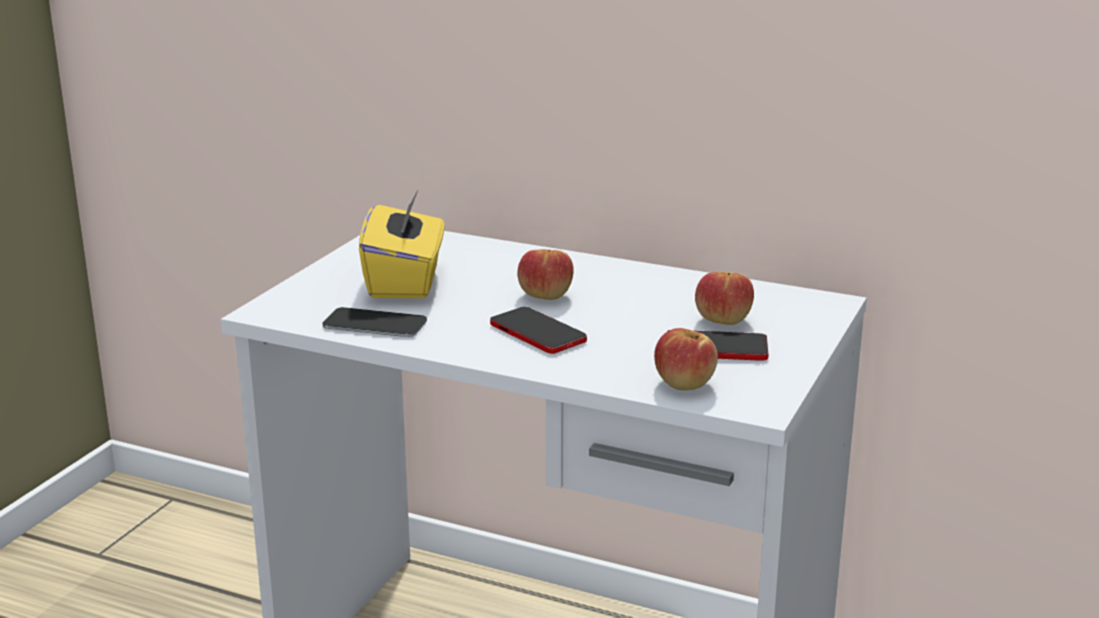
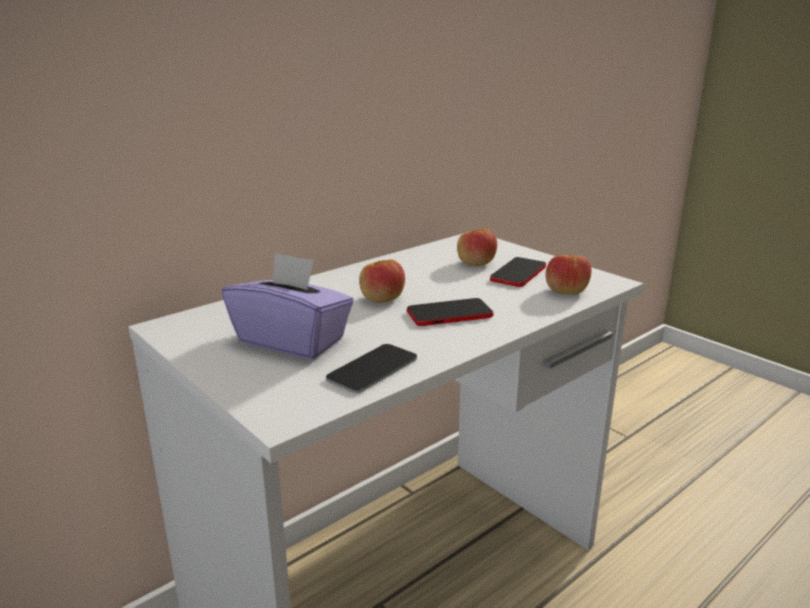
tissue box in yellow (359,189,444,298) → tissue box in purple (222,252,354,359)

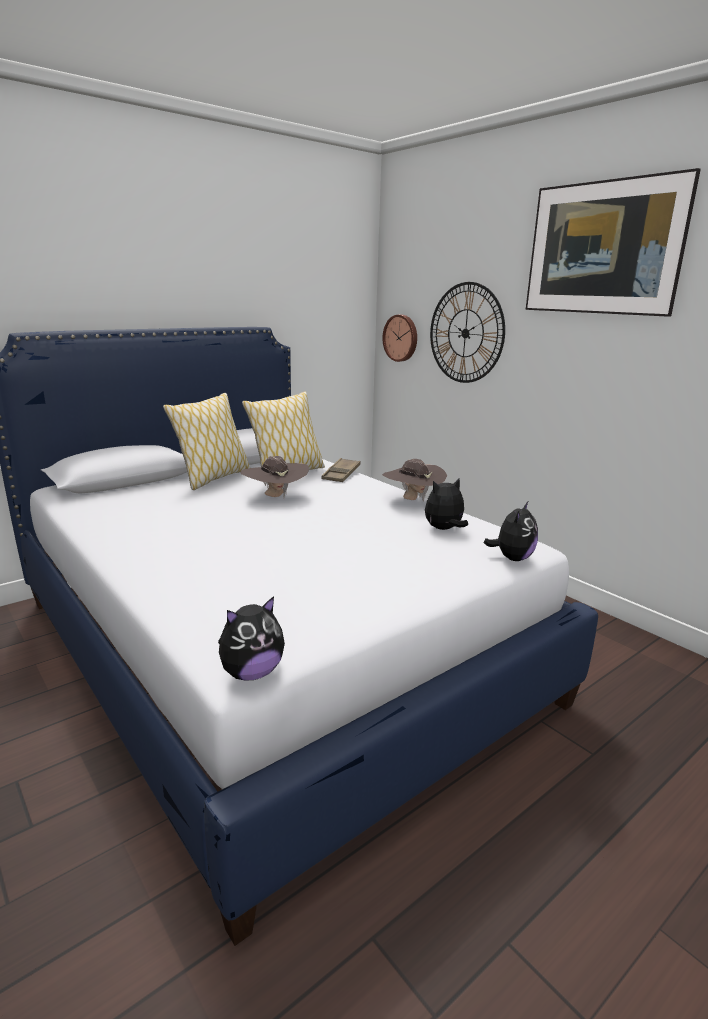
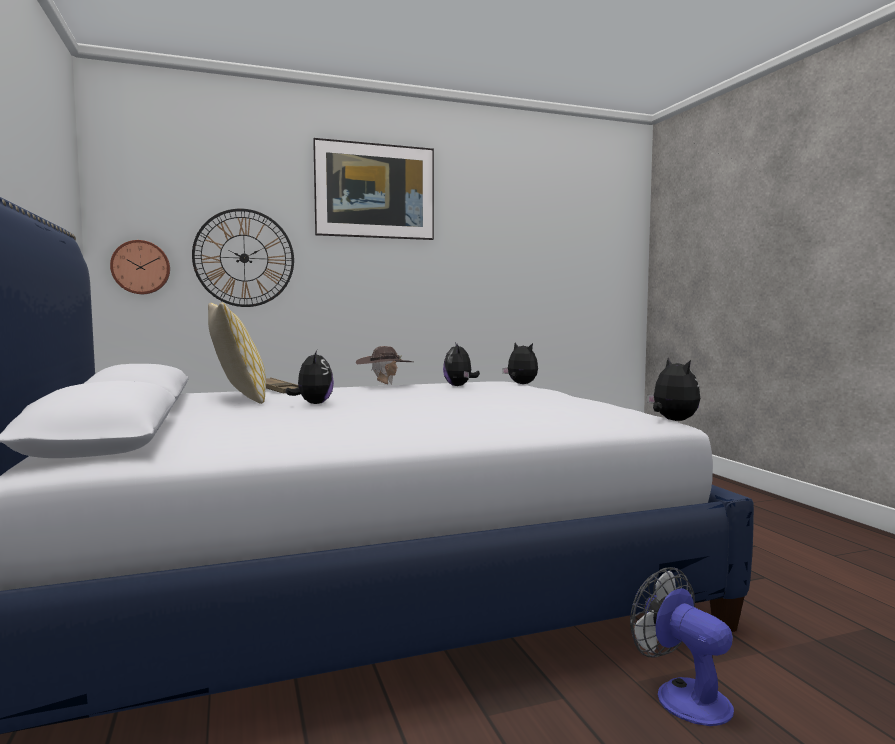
pillow (163,393,250,490) → -
hat in brown (240,456,309,499) → plush toy (286,350,334,404)
- → fan (630,567,734,726)

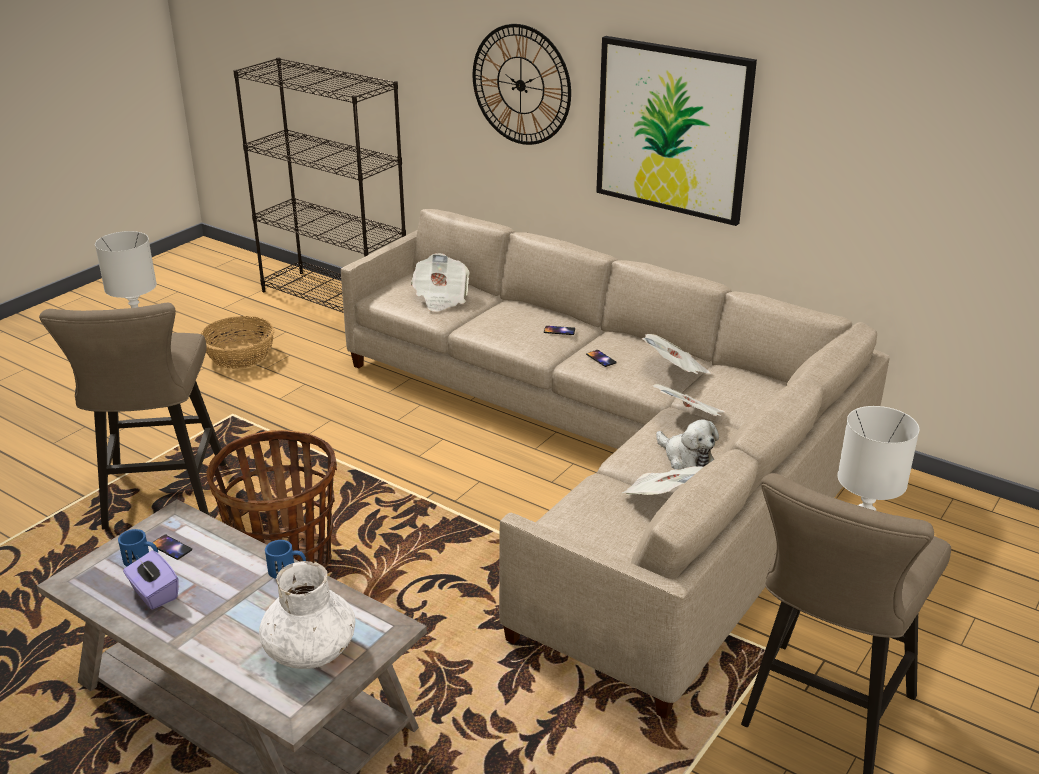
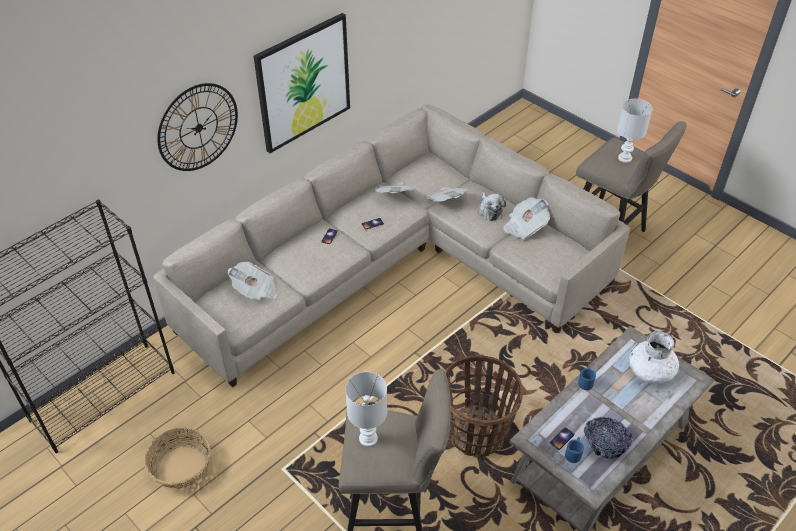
plush toy (656,420,719,469) → plush toy (479,192,506,221), 105 degrees clockwise
tissue box in purple (123,550,179,610) → bowl (584,417,633,459)

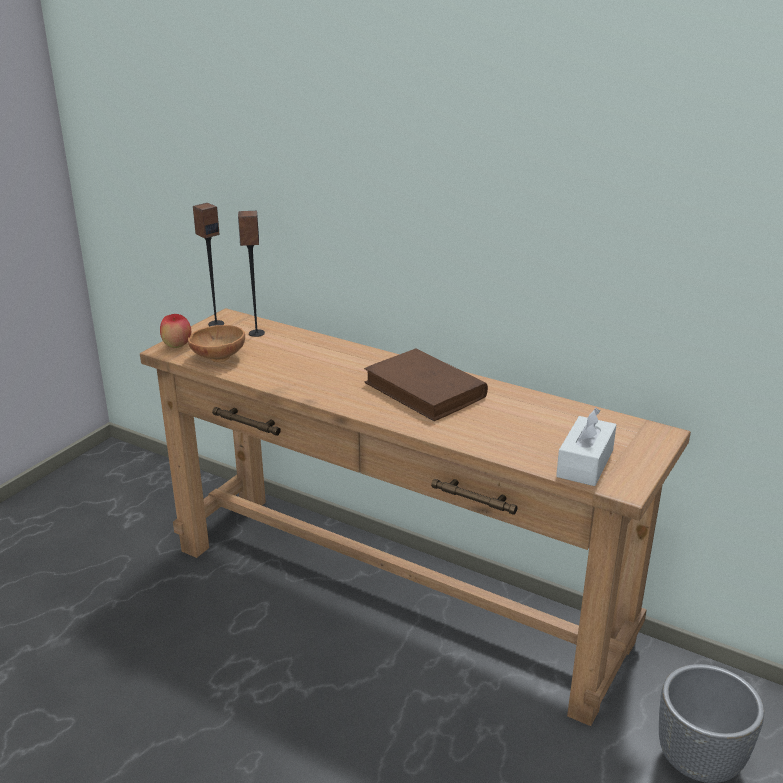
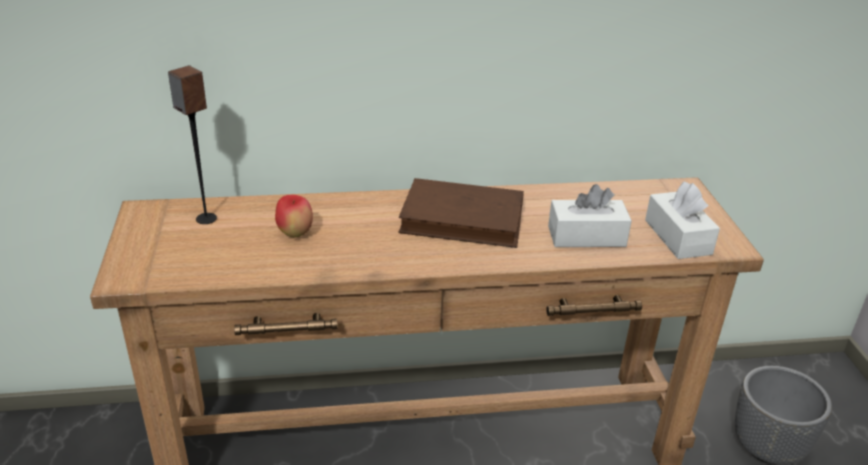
speaker (193,203,224,326) → -
apple (160,314,191,348) → apple (275,194,313,238), move
bowl in brown (188,325,245,362) → -
- → tissue box in white (548,184,632,247)

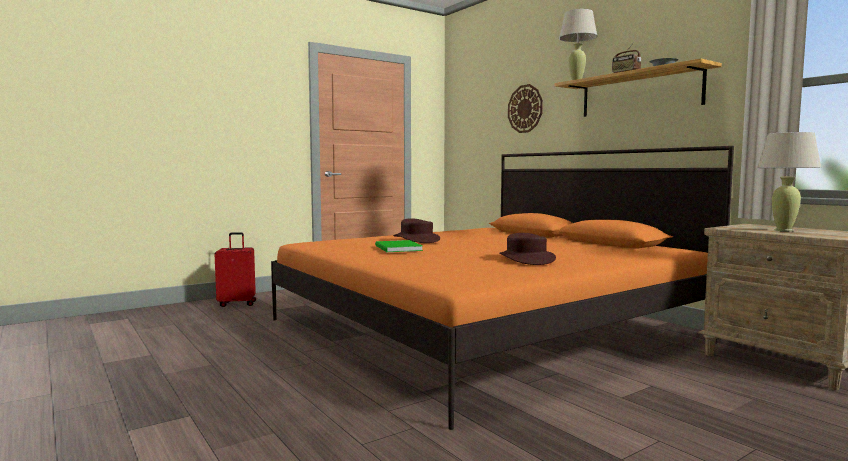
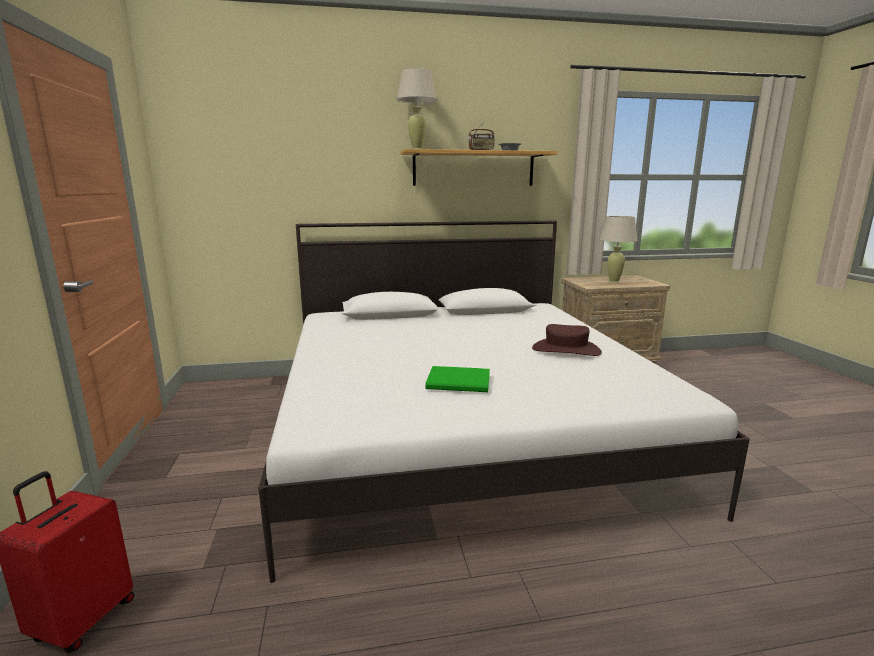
wall clock (508,84,543,133) → -
bed in orange (271,146,734,430) → bed in white (258,220,750,583)
hat in brown (393,218,440,243) → -

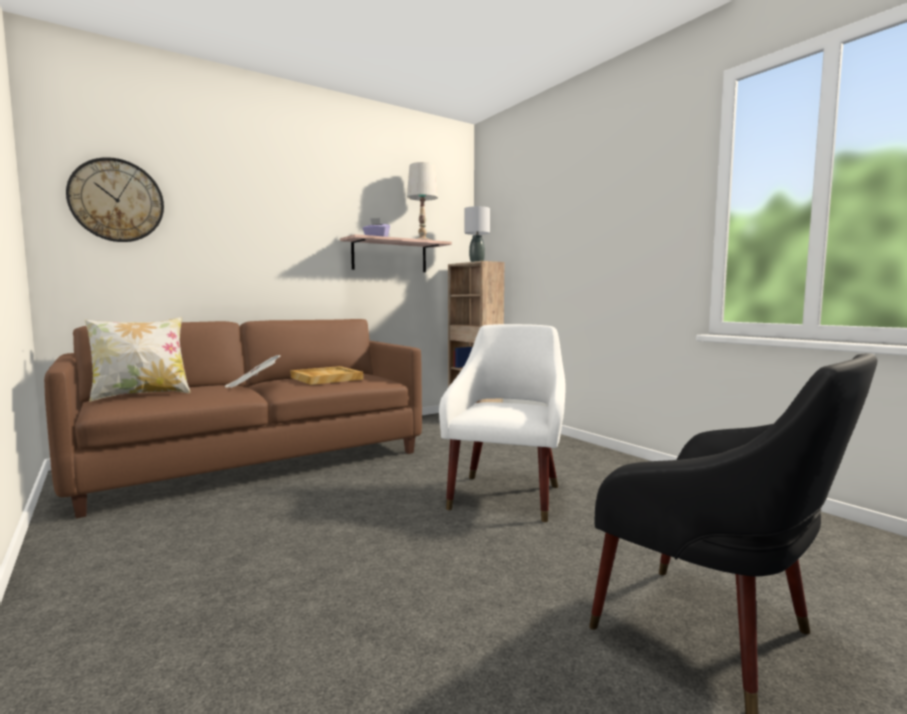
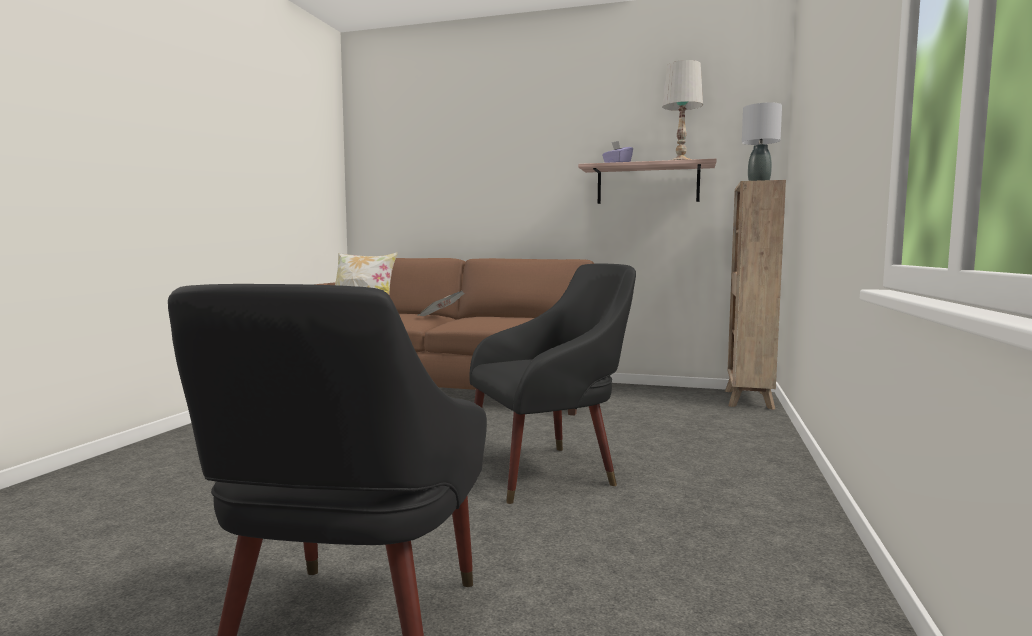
wall clock (66,157,164,242) → -
armchair in white (439,324,566,522) → armchair in black (470,264,636,504)
tray in beige (290,366,363,385) → -

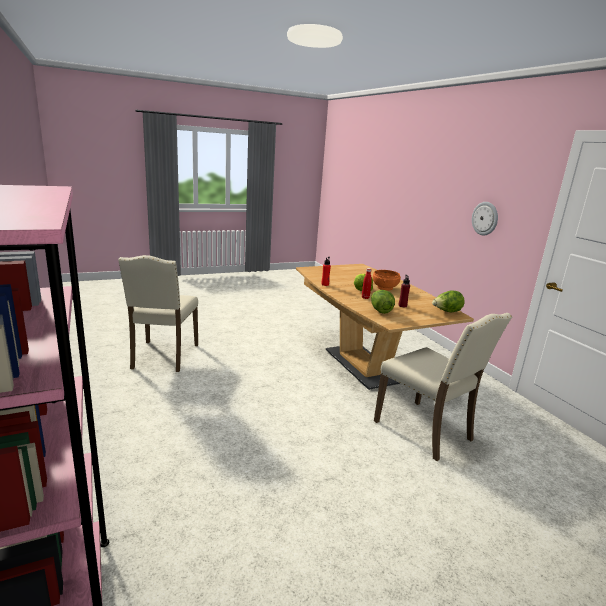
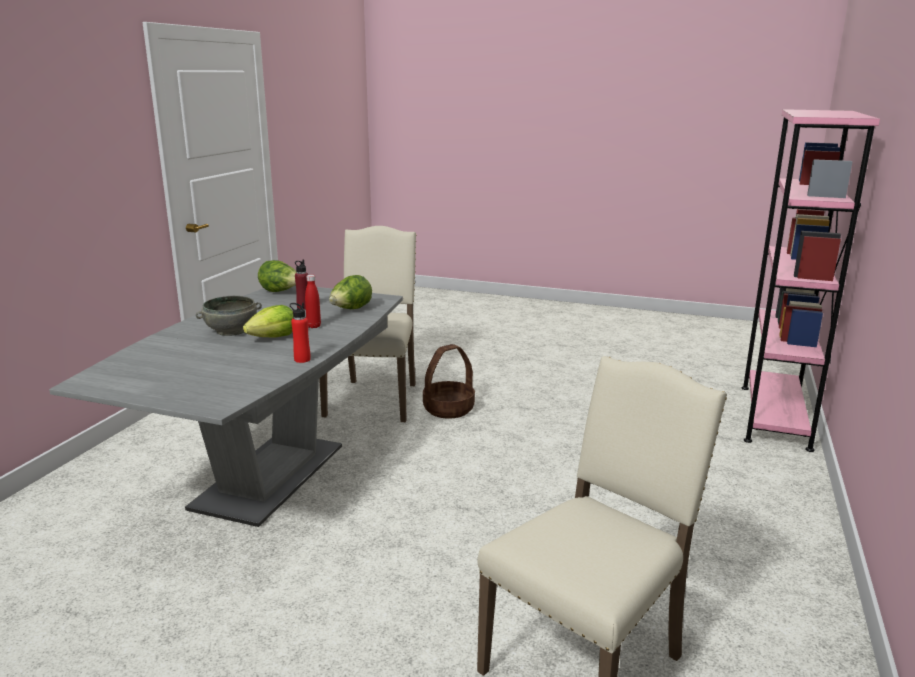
wall clock (472,202,498,235) → -
dining table in brown (296,264,474,390) → dining table in grey (49,285,403,527)
bowl in orange (373,270,401,290) → bowl in grey (196,296,262,336)
- → basket (423,344,475,419)

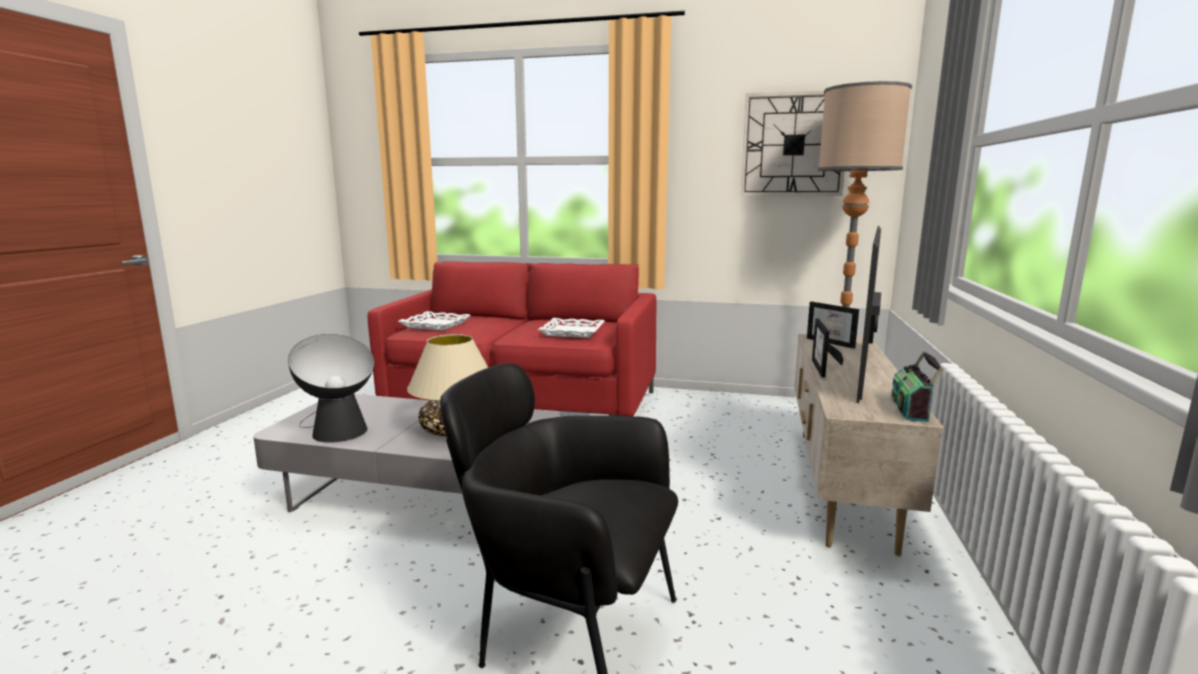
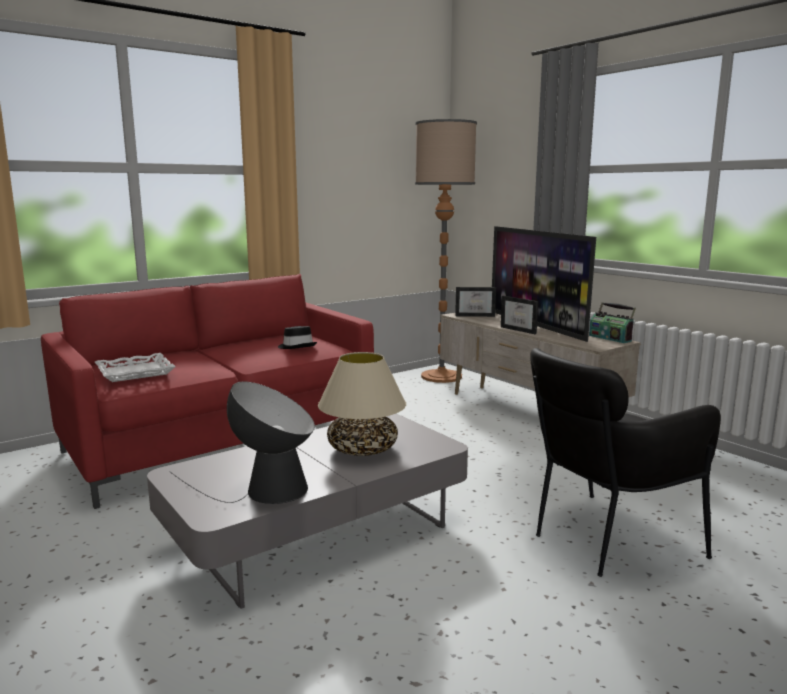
wall clock (740,91,845,196) → -
tray in white (538,318,605,338) → hat in black (278,326,317,349)

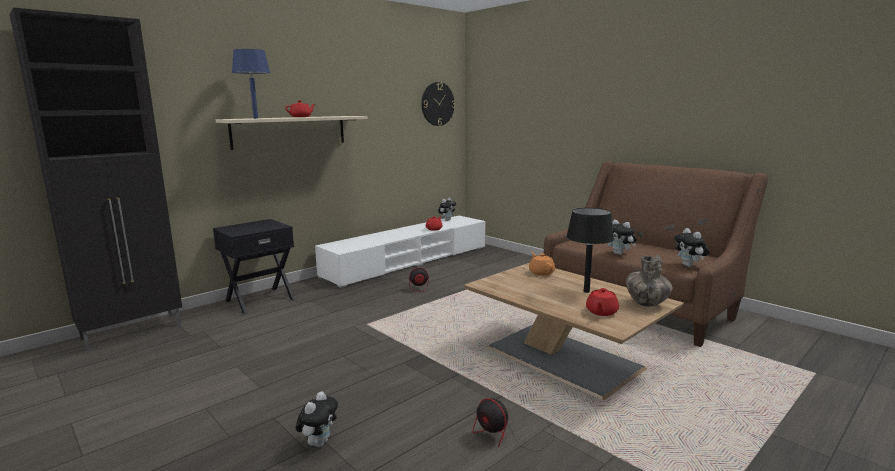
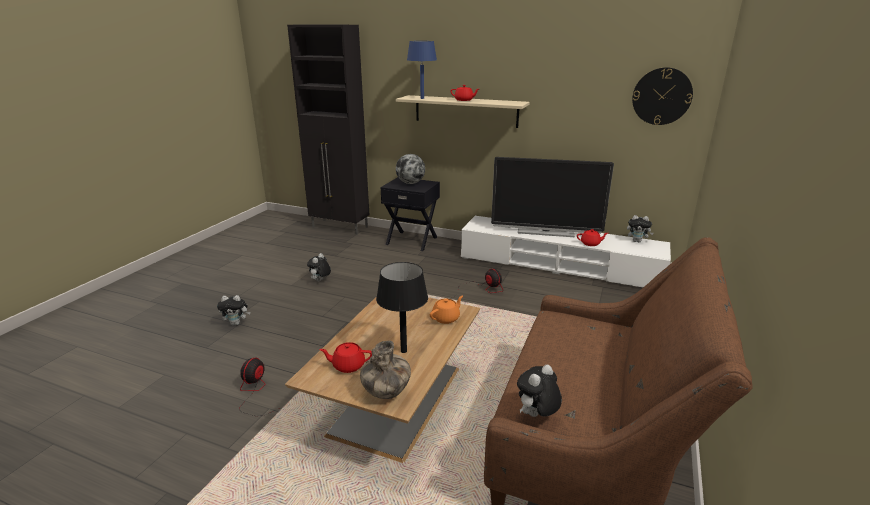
plush toy (608,220,637,255) → plush toy (307,253,331,282), move
- → globe (396,154,425,184)
- → television (491,157,614,237)

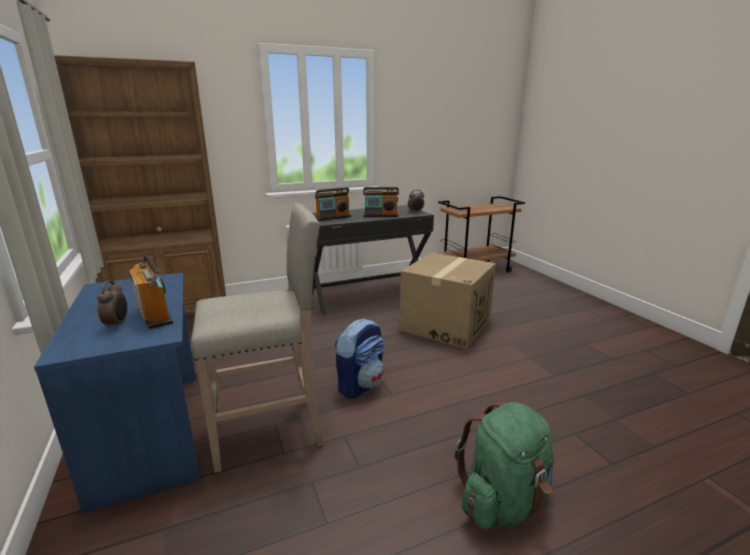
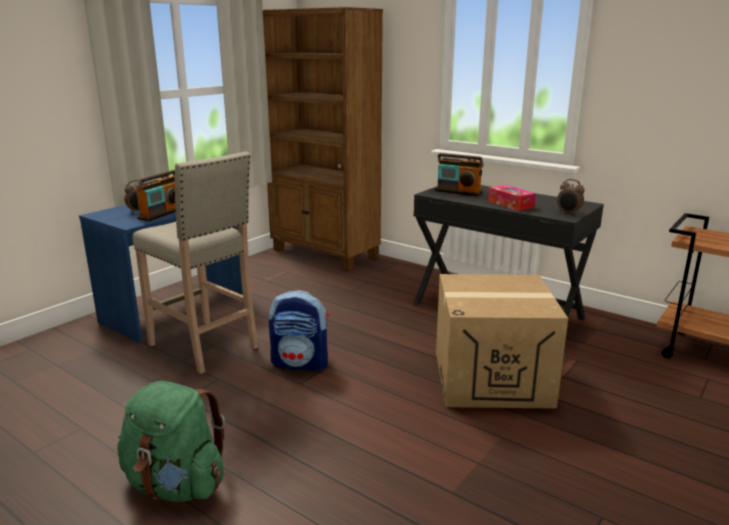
radio (363,187,399,217) → tissue box (488,185,536,211)

